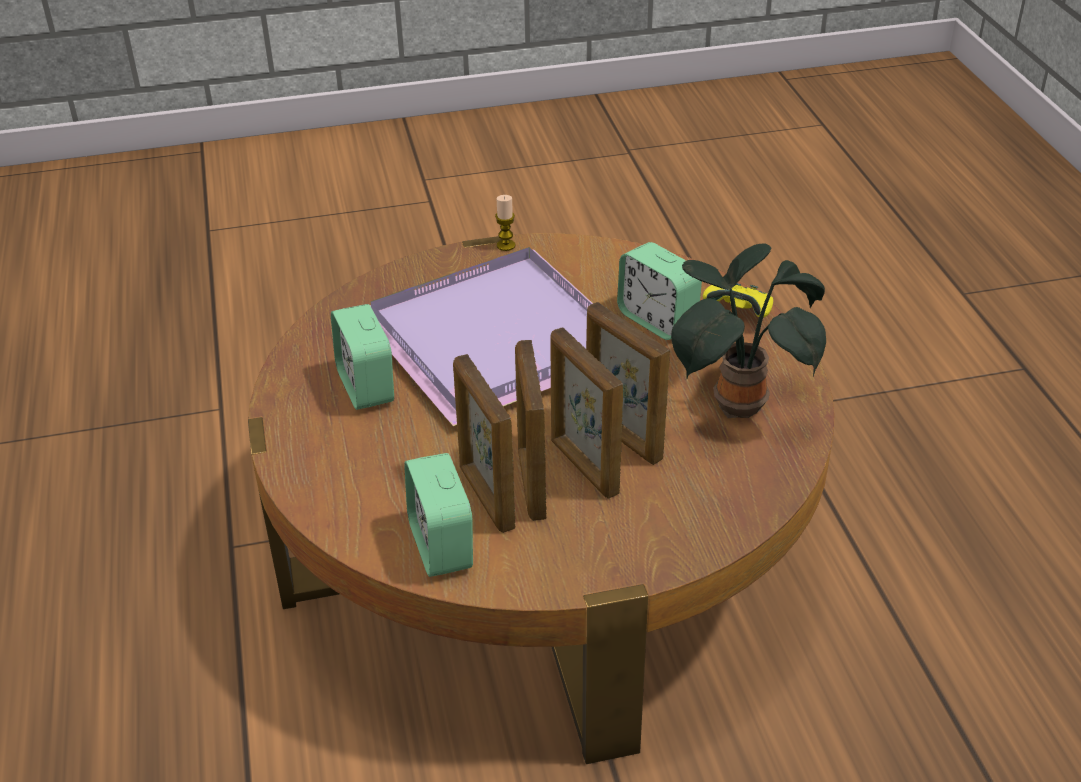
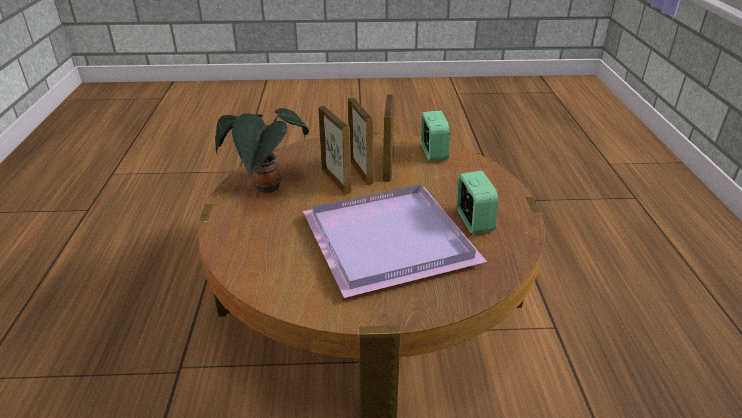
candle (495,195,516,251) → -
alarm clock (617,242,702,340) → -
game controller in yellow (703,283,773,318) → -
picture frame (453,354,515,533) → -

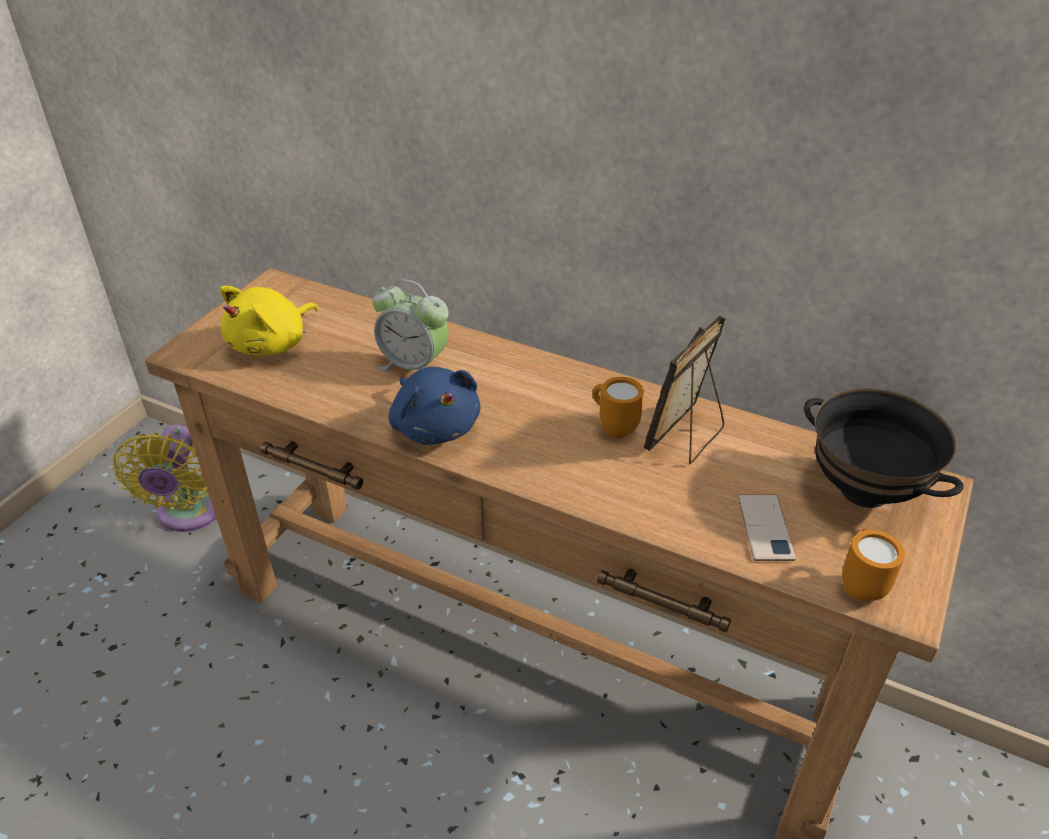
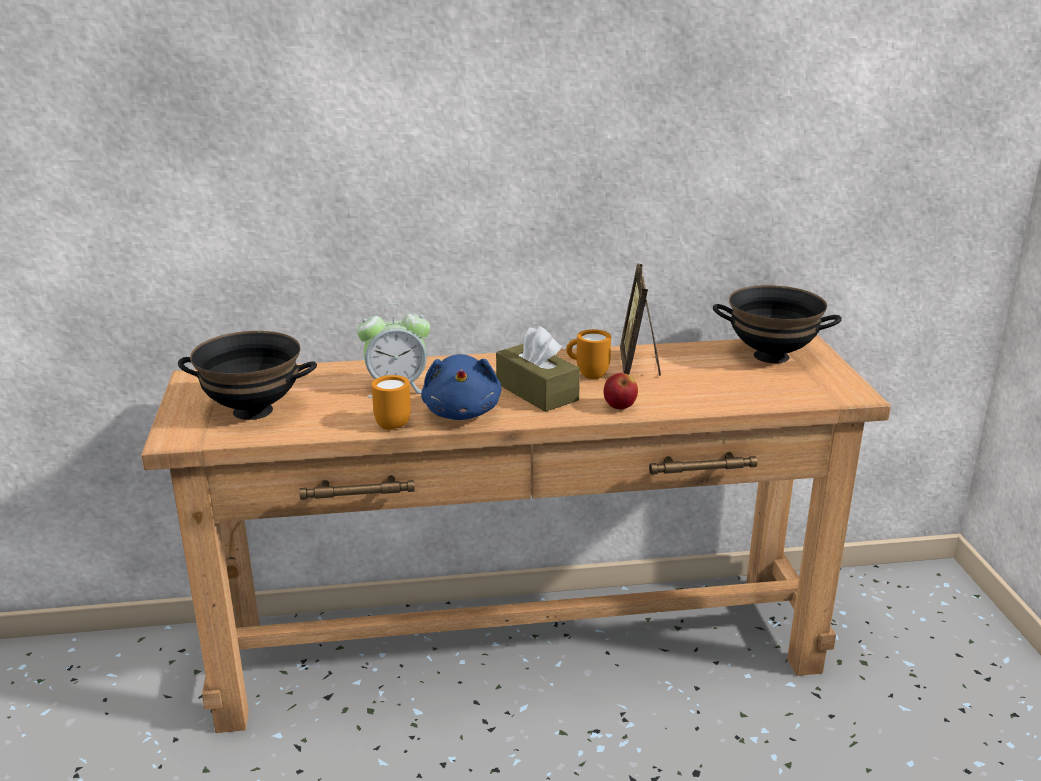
plush toy in yellow (220,286,318,355) → bowl in black (178,331,317,420)
plush toy in blue (389,367,480,445) → plush toy in blue (421,354,502,420), 60 degrees clockwise
fan in yellow (113,424,216,532) → -
phone (738,495,796,561) → -
mug in orange (842,529,905,601) → mug in orange (372,375,411,430), move
- → tissue box in brown (496,326,580,412)
- → apple (604,373,638,409)

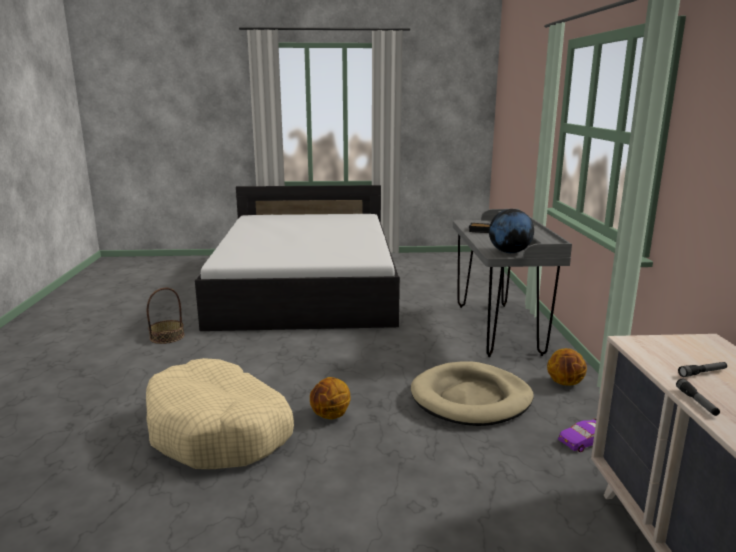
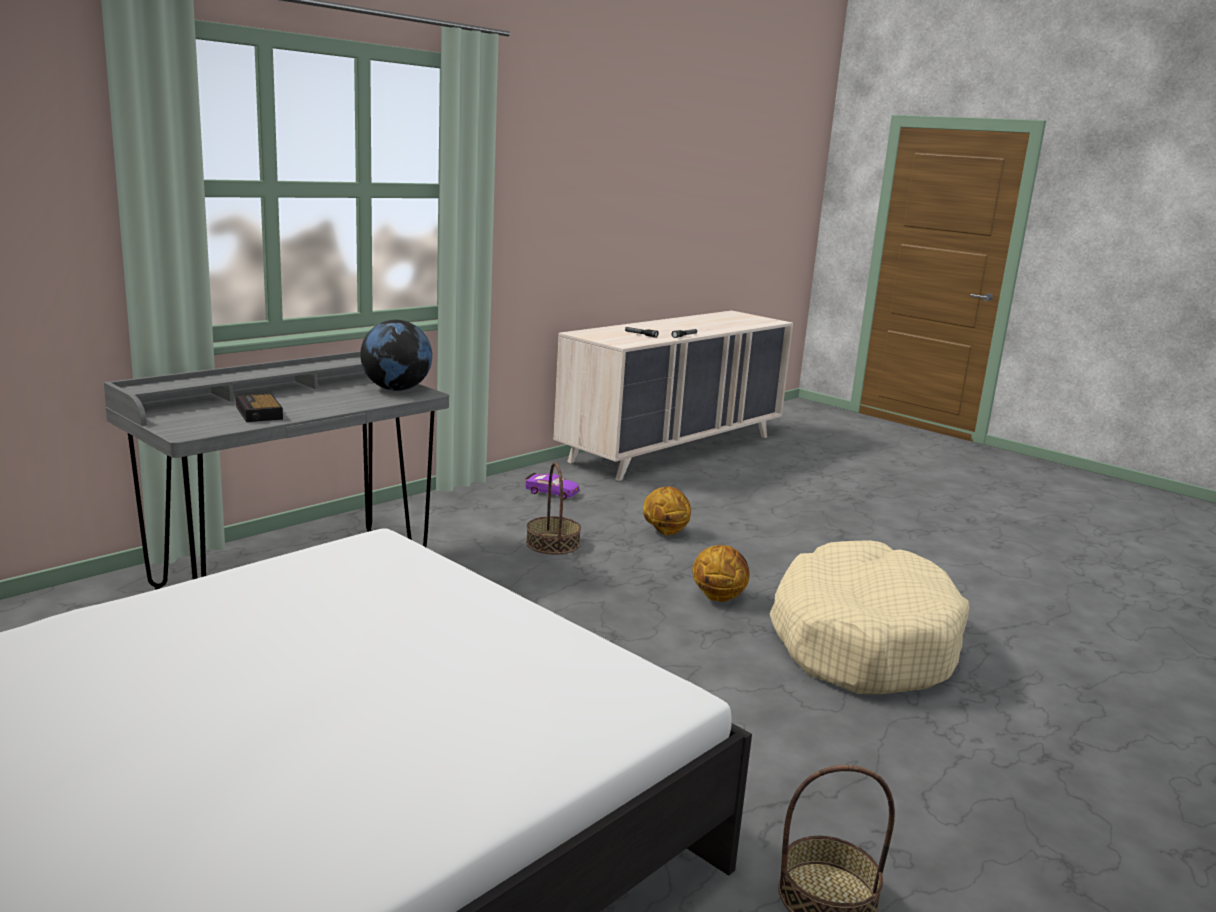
basketball (547,348,587,385) → basketball (643,486,691,535), move
dog bed in beige (411,361,534,426) → basket (526,462,581,554)

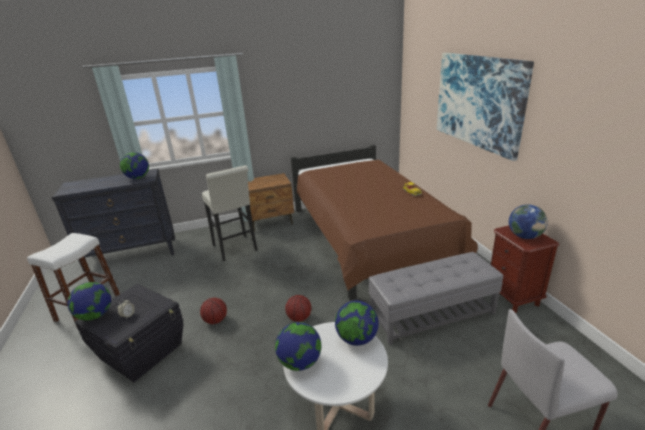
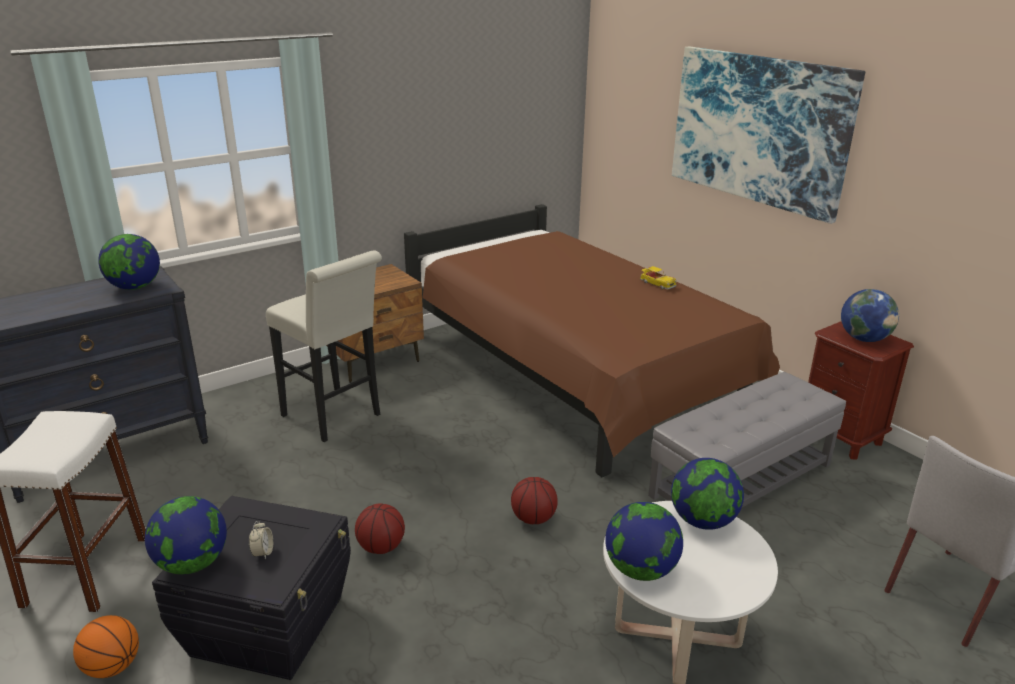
- → basketball (73,615,139,678)

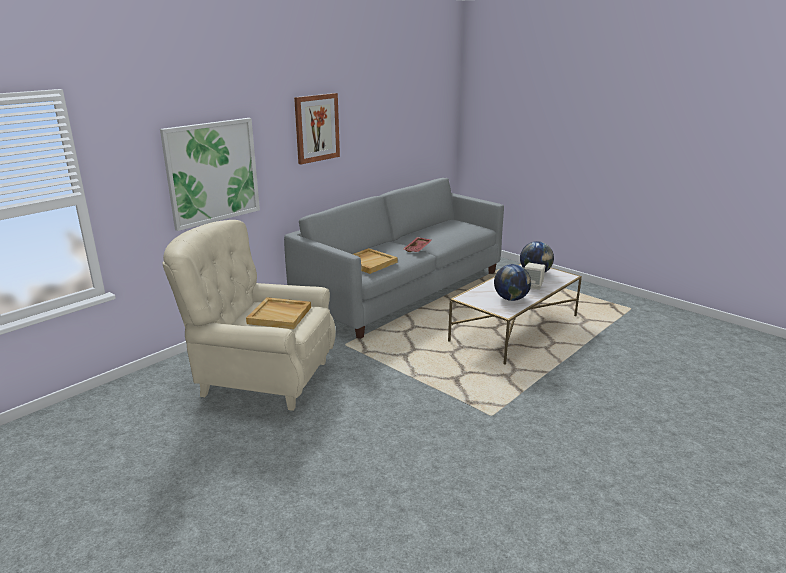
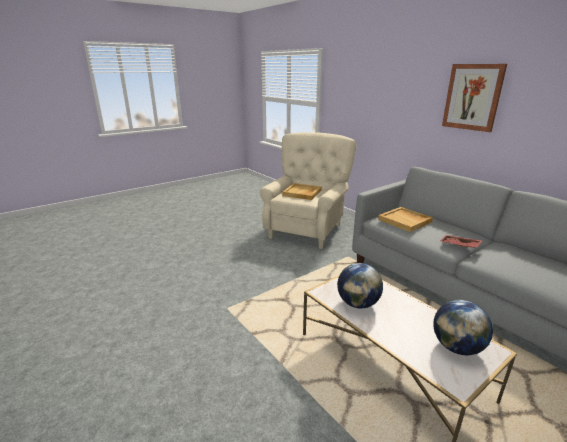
picture (160,118,260,231) → -
speaker in beige (524,263,545,290) → -

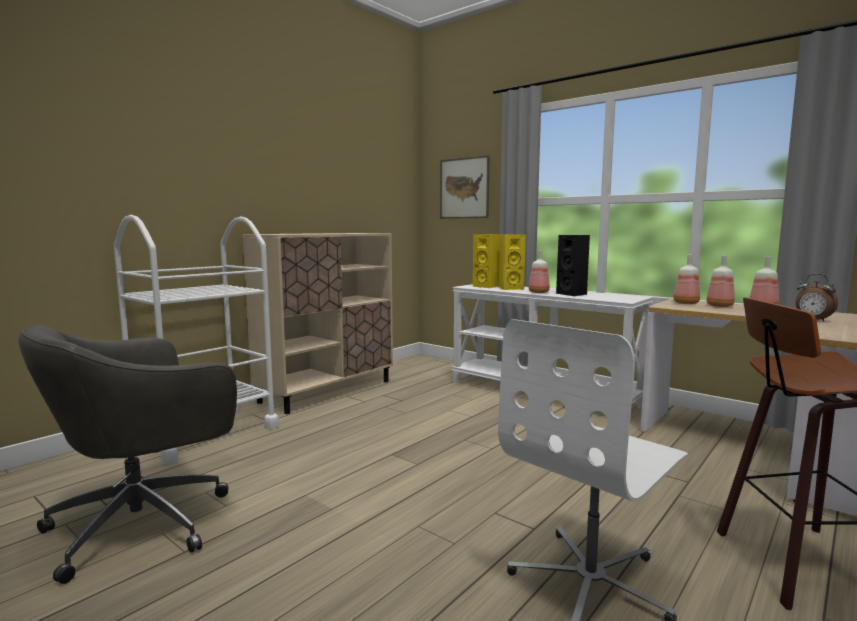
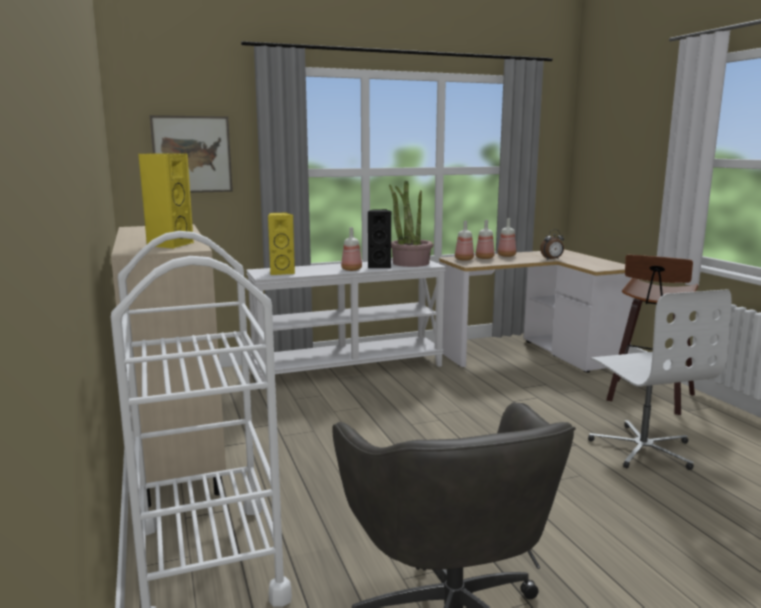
speaker in yellow (499,234,526,290) → speaker in yellow (138,154,194,248), move
- → potted plant (389,180,434,267)

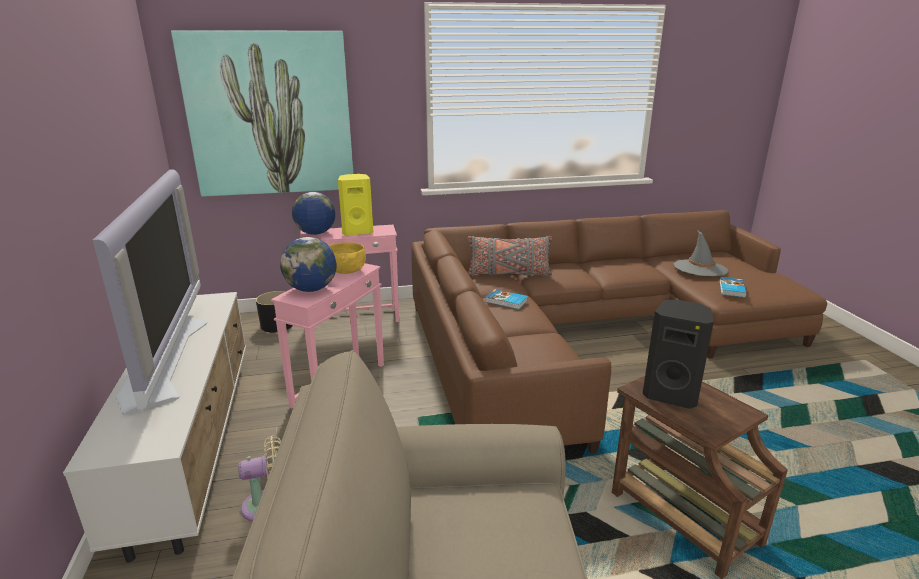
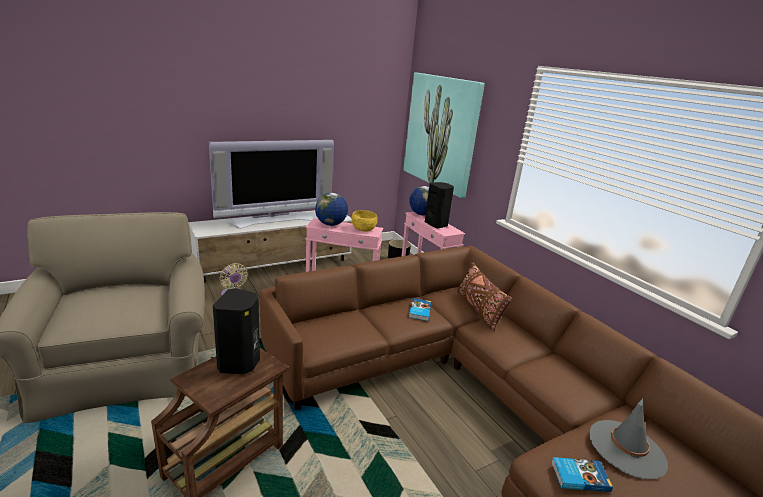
speaker in yellow (338,174,373,236) → speaker in black (425,182,454,229)
pillow in grey (468,236,552,277) → pillow in brown (458,263,512,332)

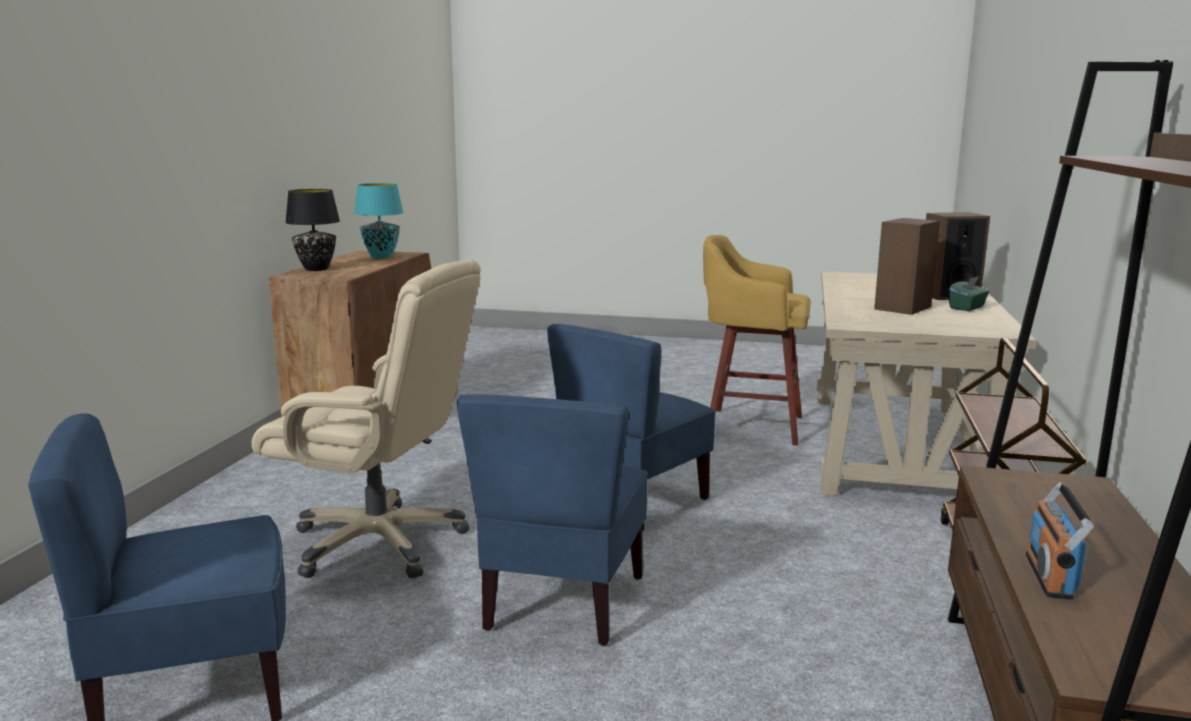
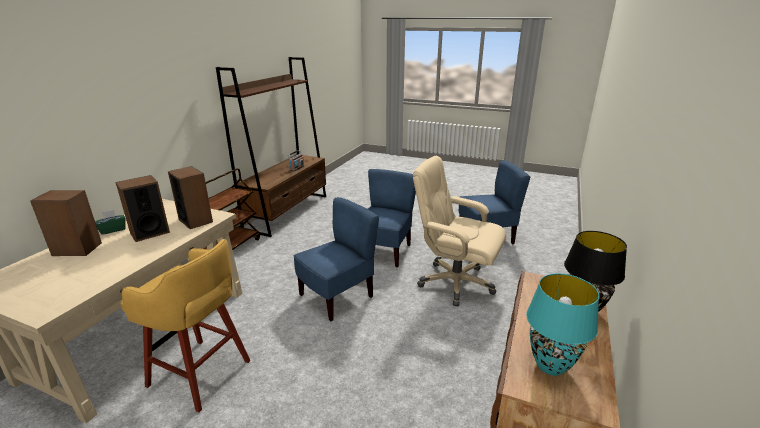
- → speaker (168,166,213,229)

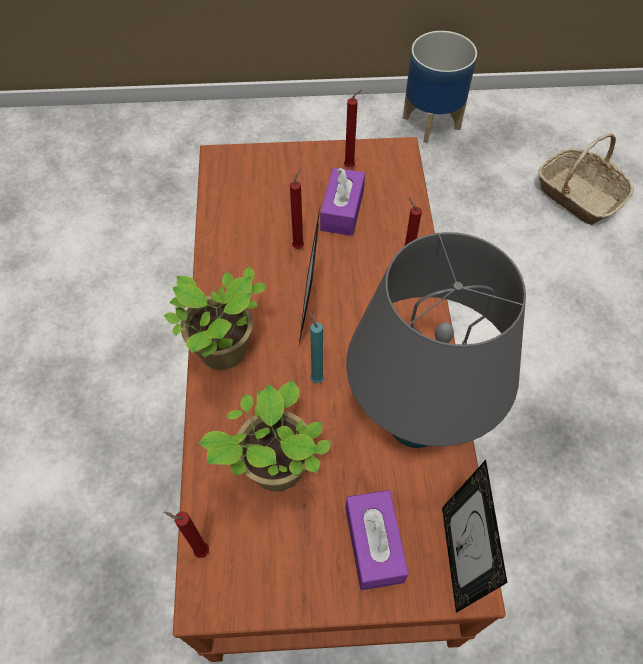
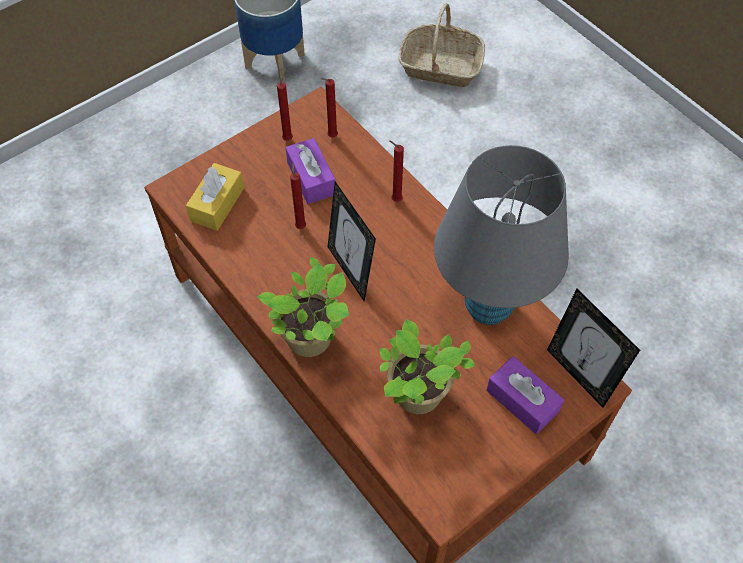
candle in turquoise (309,311,324,383) → -
candle in red (164,512,209,558) → candle in red (321,78,338,137), move
- → tissue box in yellow (186,163,244,231)

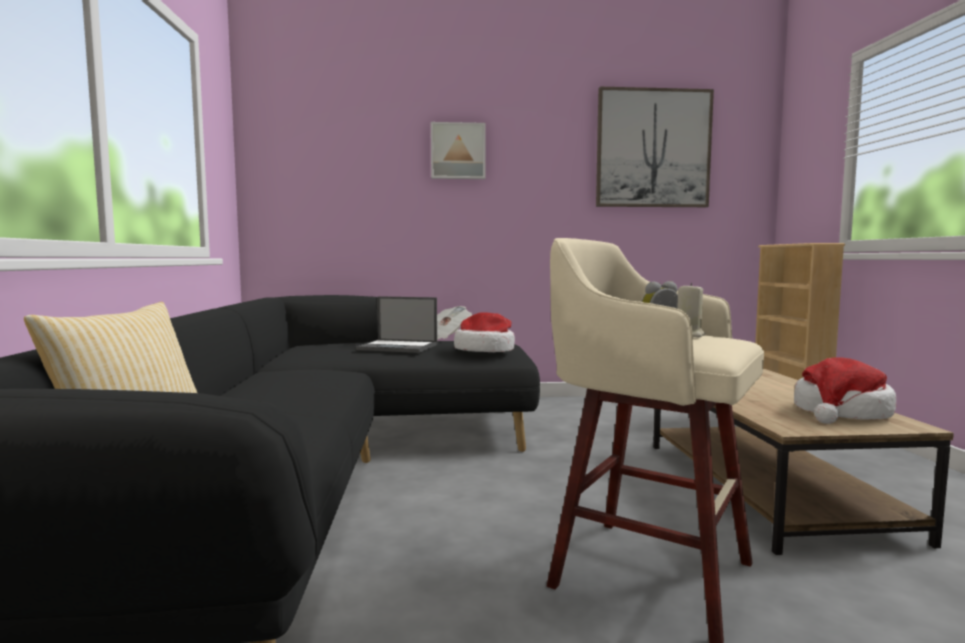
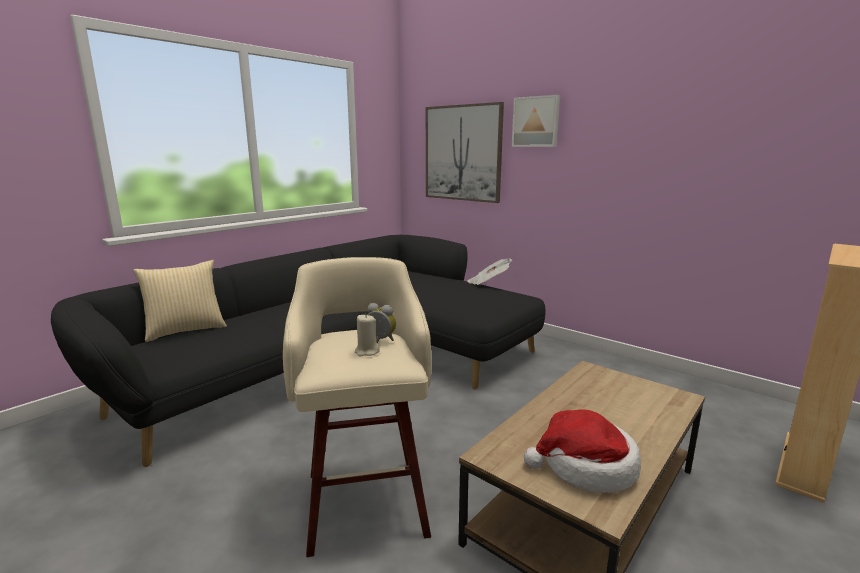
picture (596,87,714,207) → picture (426,102,504,203), move
laptop (356,296,437,353) → -
hat (454,312,515,352) → -

